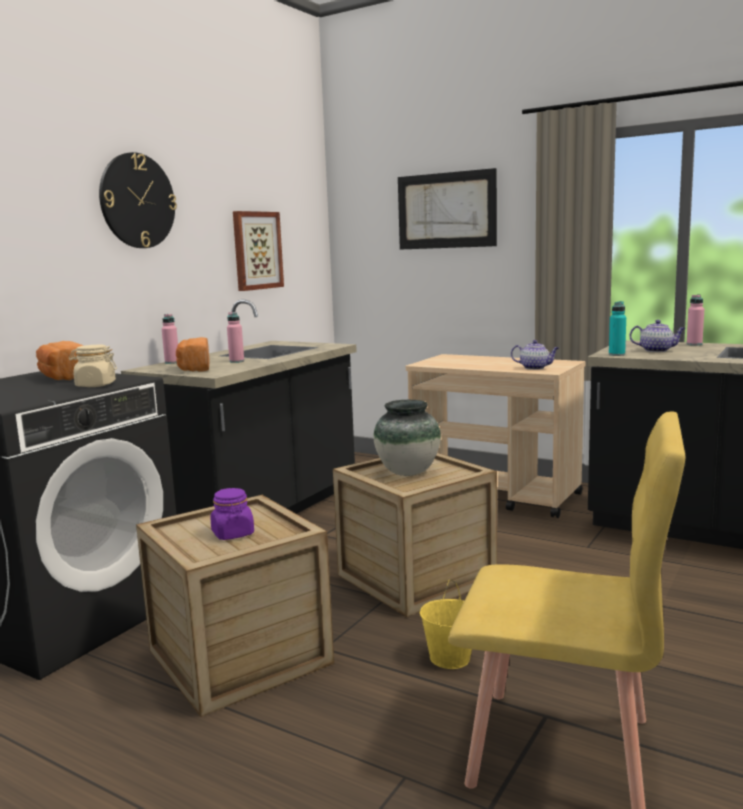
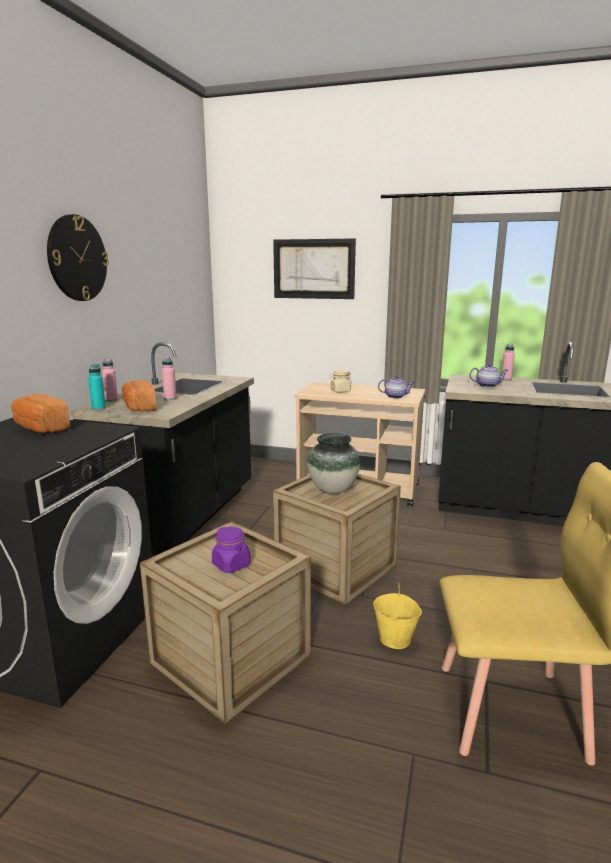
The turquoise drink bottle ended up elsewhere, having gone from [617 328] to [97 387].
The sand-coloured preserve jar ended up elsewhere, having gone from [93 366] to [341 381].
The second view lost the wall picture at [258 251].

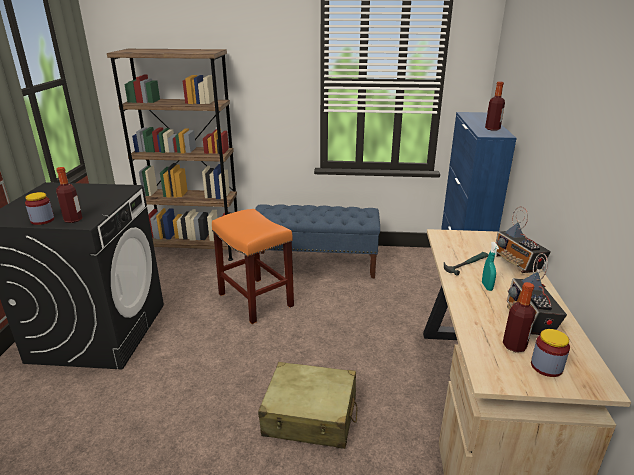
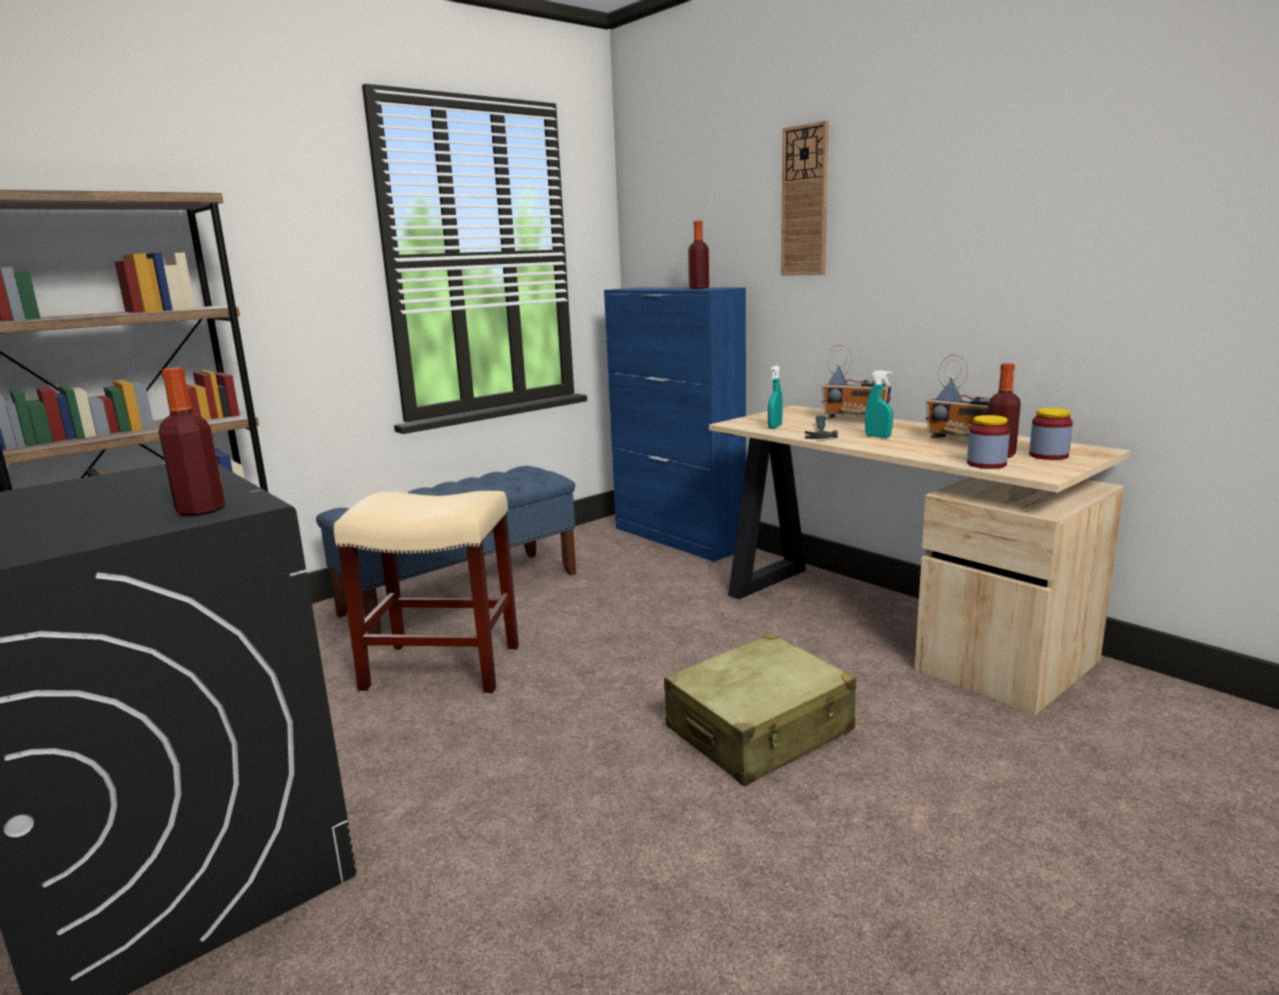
What was the orange-coloured stool at [253 266] turned into the sand-coloured stool at [426 593].
The second view gained the turquoise spray bottle at [775 397].
The second view gained the hanging clock at [805 198].
The preserve jar ended up elsewhere, having gone from [39 208] to [988 442].

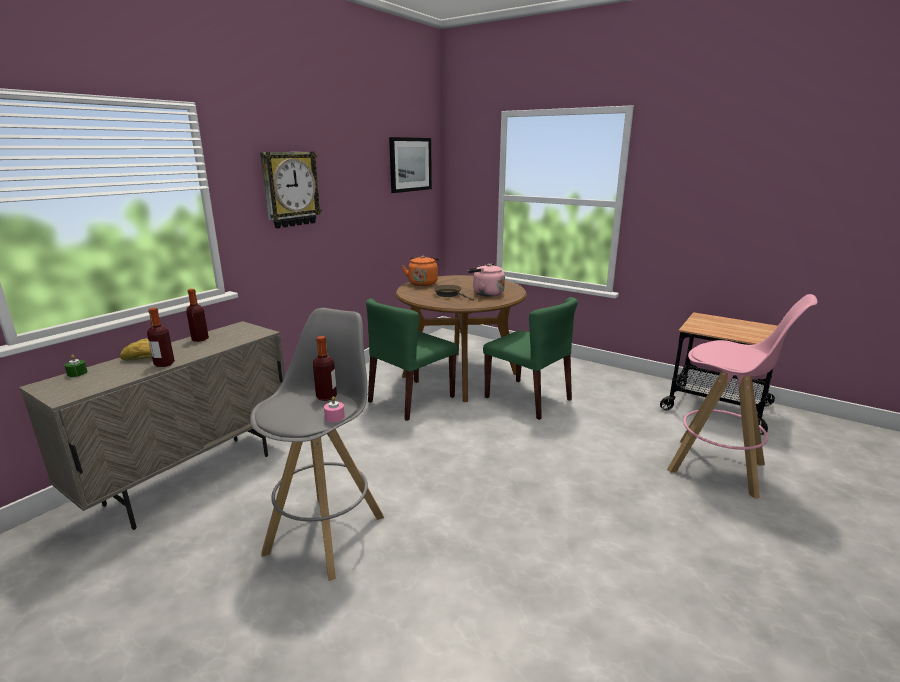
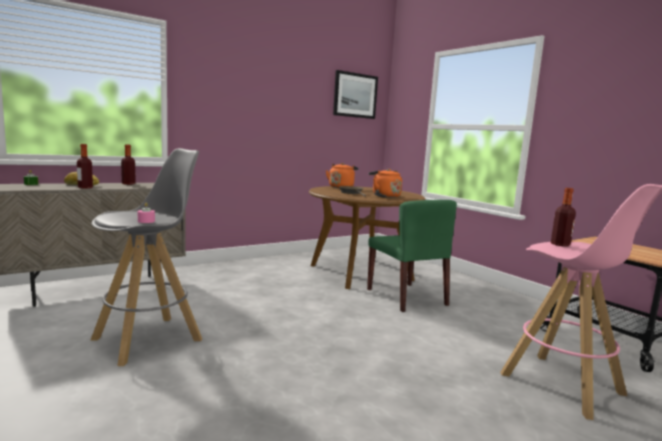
What was the pink-coloured tea kettle at [486 280] turned into the orange-coloured tea kettle at [385 183].
The drink bottle ended up elsewhere, having gone from [325 368] to [563 217].
The second view lost the hanging clock at [291 190].
The second view lost the green-coloured plain chair at [412 360].

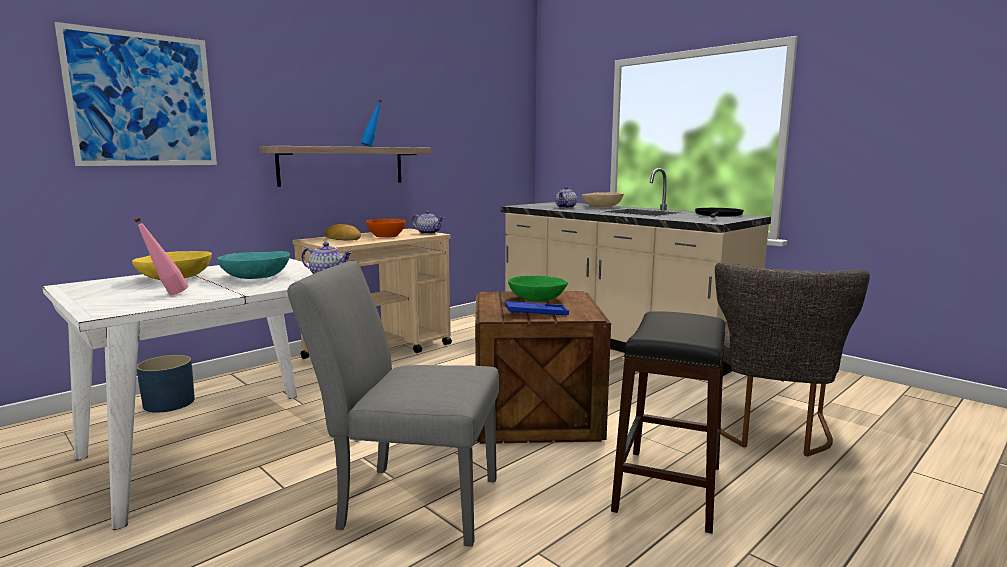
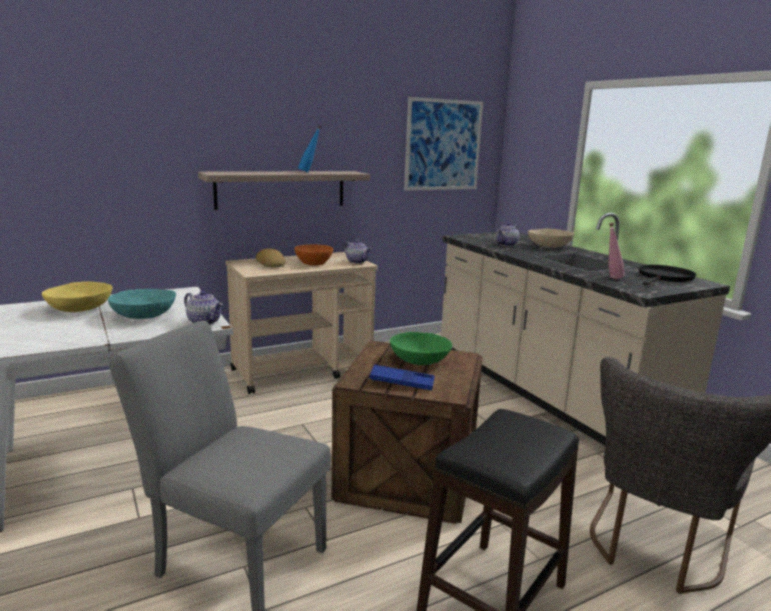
The wall picture ended up elsewhere, having gone from [135 94] to [443 143].
The pink-coloured drink bottle ended up elsewhere, having gone from [161 256] to [617 251].
The second view lost the blue plant pot at [166 384].

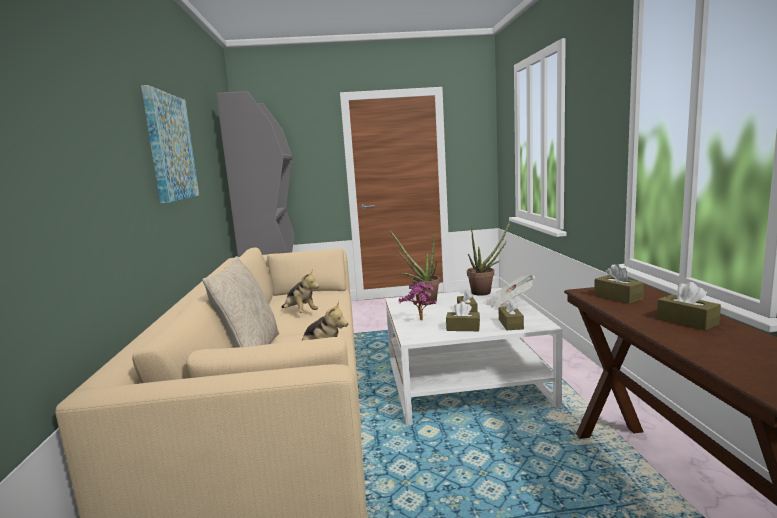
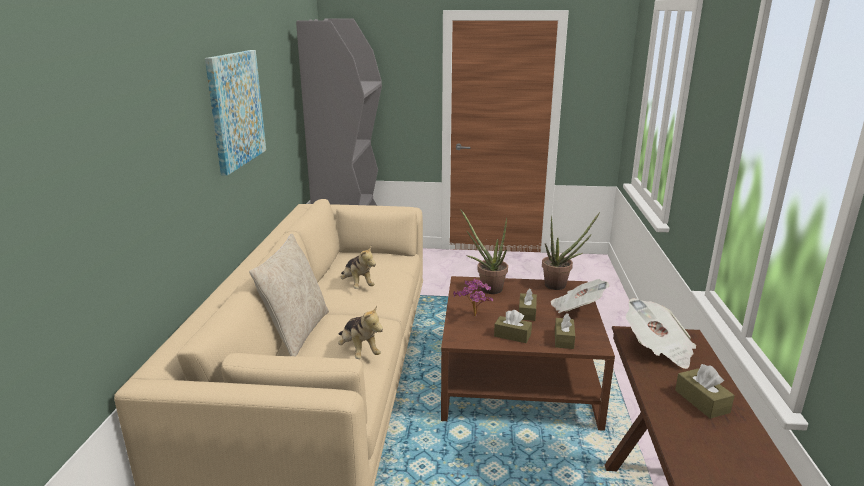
What was the white low table at [474 356] turned into the brown low table at [528 353].
Where the brown tissue box stood at [619 284], the printed paper came to stand at [661 333].

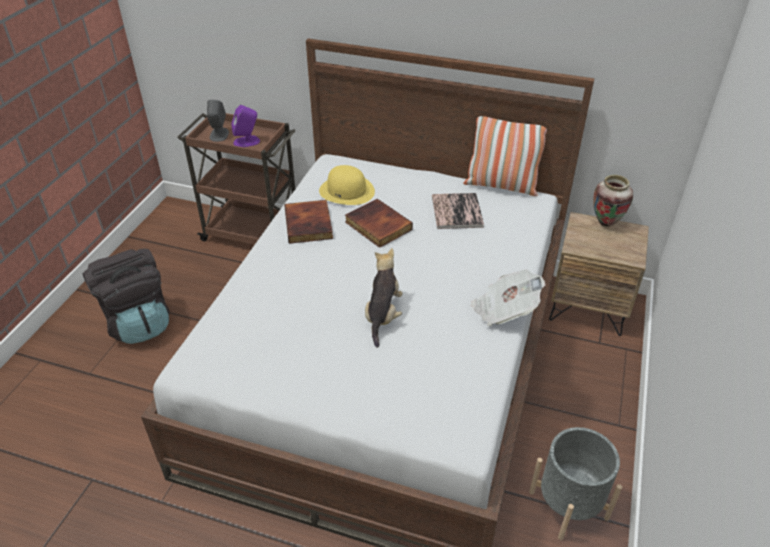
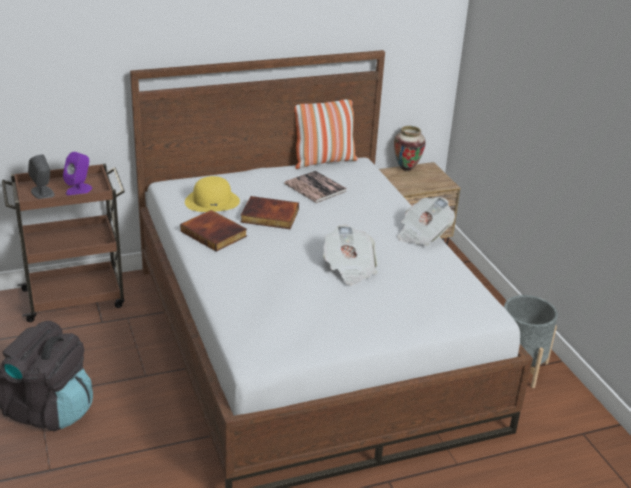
Where the cuddly toy stood at [384 298], the printed paper came to stand at [350 255].

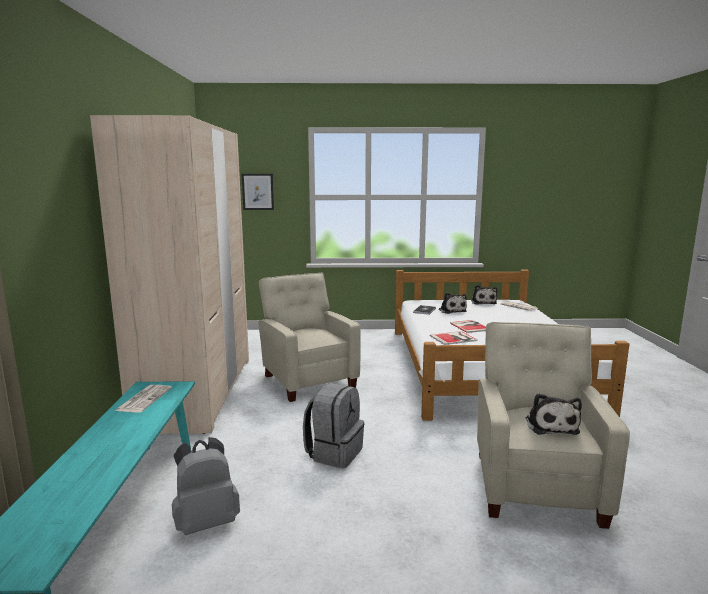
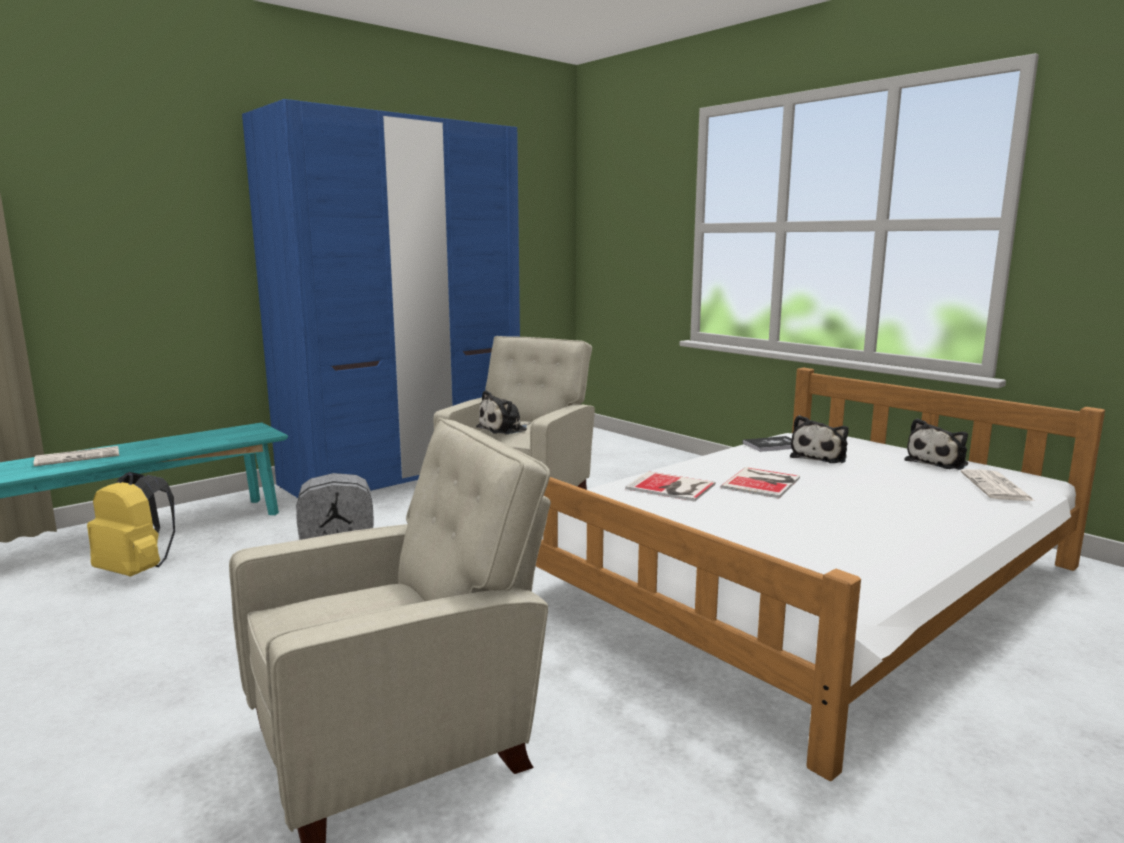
The printed paper ended up elsewhere, having gone from [143 399] to [76 456].
What was the greyish rucksack at [206 486] turned into the yellowish rucksack at [131 524].
What was the sand-coloured wardrobe at [169 274] turned into the blue wardrobe at [381 298].
The cuddly toy ended up elsewhere, having gone from [554 414] to [503 412].
The second view lost the wall picture at [258 192].

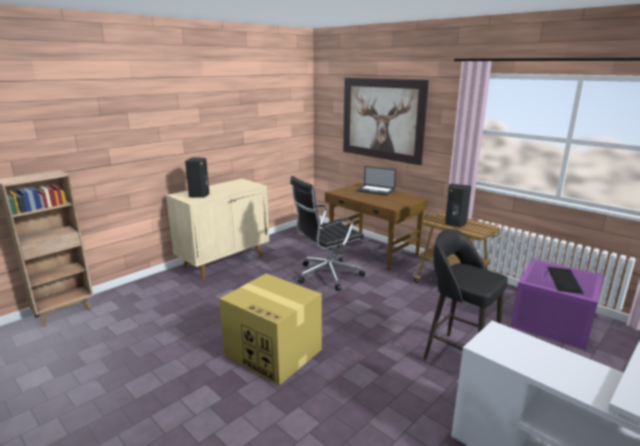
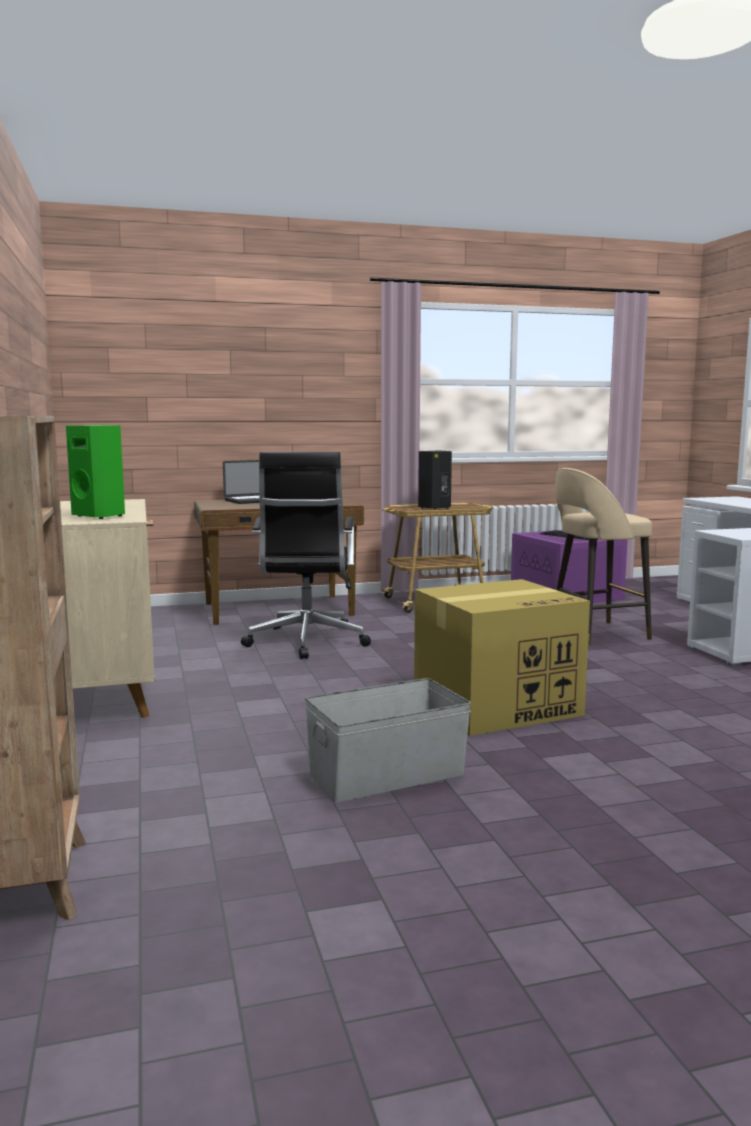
What was the blackish loudspeaker at [197 177] turned into the green-coloured loudspeaker at [95 472].
The second view gained the greyish storage container at [388 740].
What was the blackish stool at [465 294] turned into the sand-coloured stool at [603 557].
The second view lost the wall picture at [386 121].

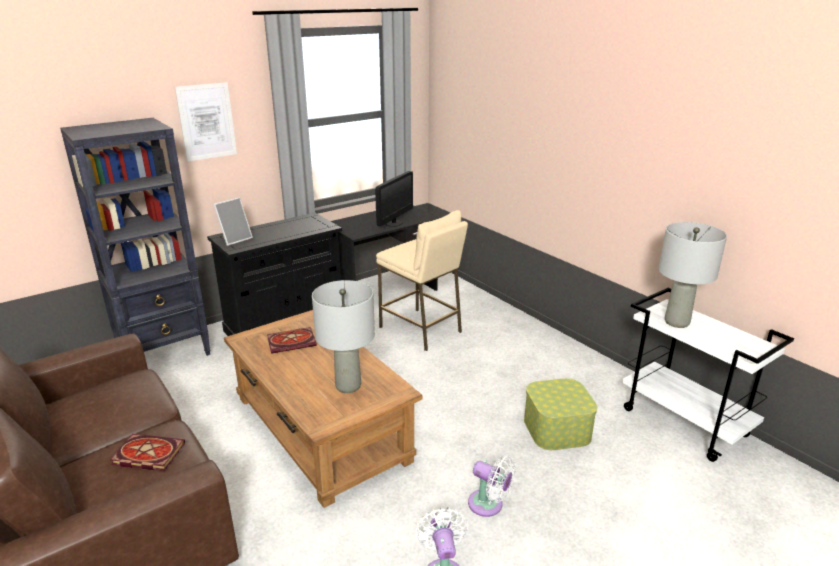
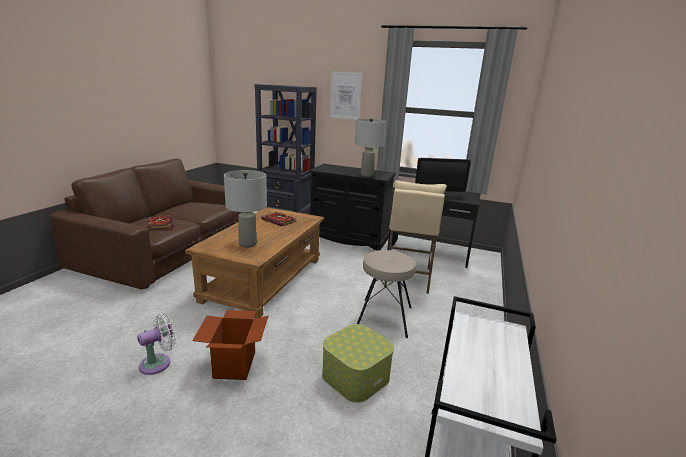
Where the white cooling fan stood at [492 486], the cardboard box came to stand at [230 345].
The greyish tabletop lamp ended up elsewhere, having gone from [692 275] to [370 147].
The second view gained the sand-coloured stool at [386 294].
The second view lost the picture frame at [233 221].

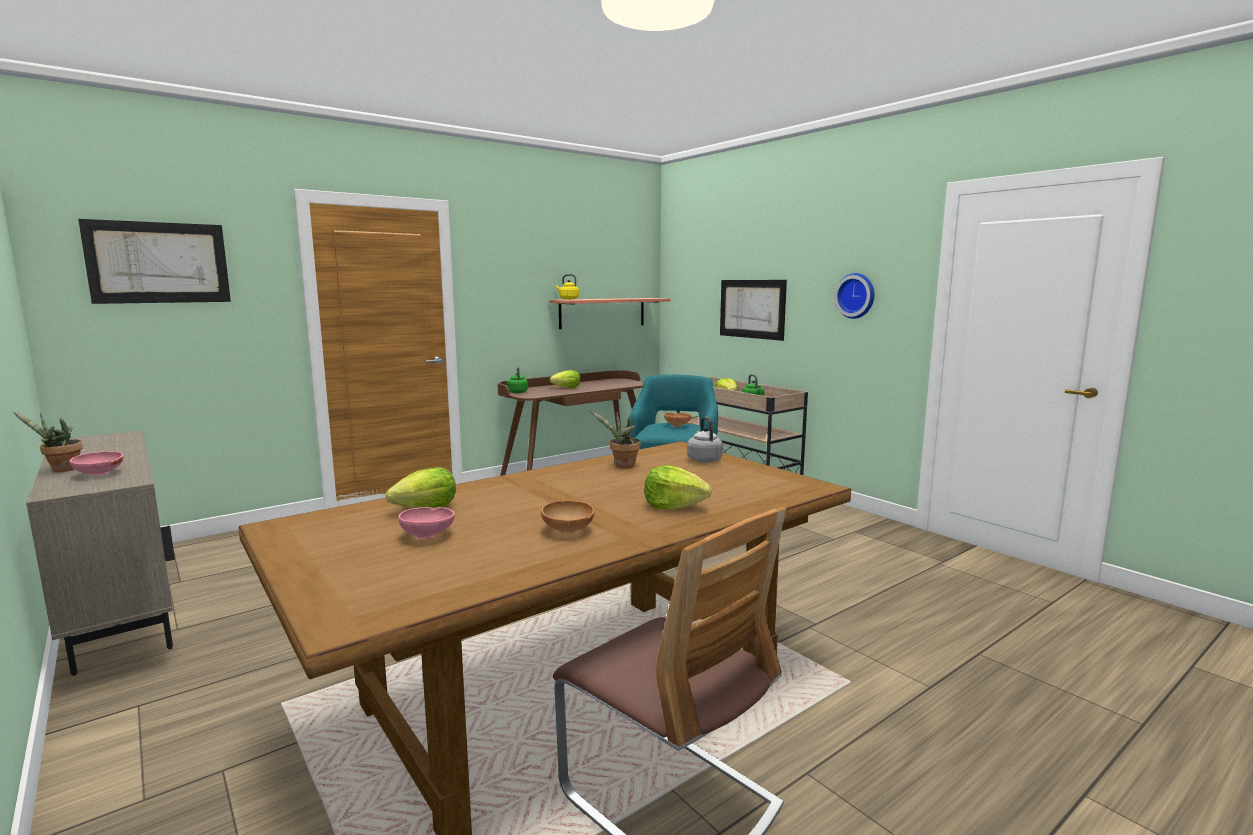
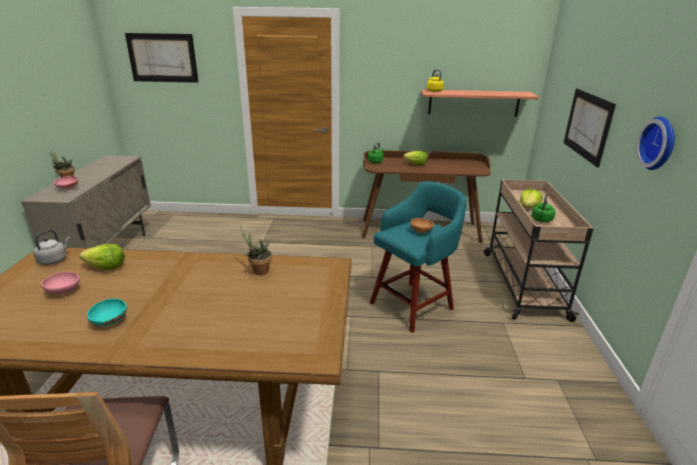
The greyish tea kettle ended up elsewhere, having gone from [705 440] to [51 247].
What was the brown bowl at [568 516] turned into the turquoise bowl at [107 312].
The second view lost the lettuce head at [678 487].

